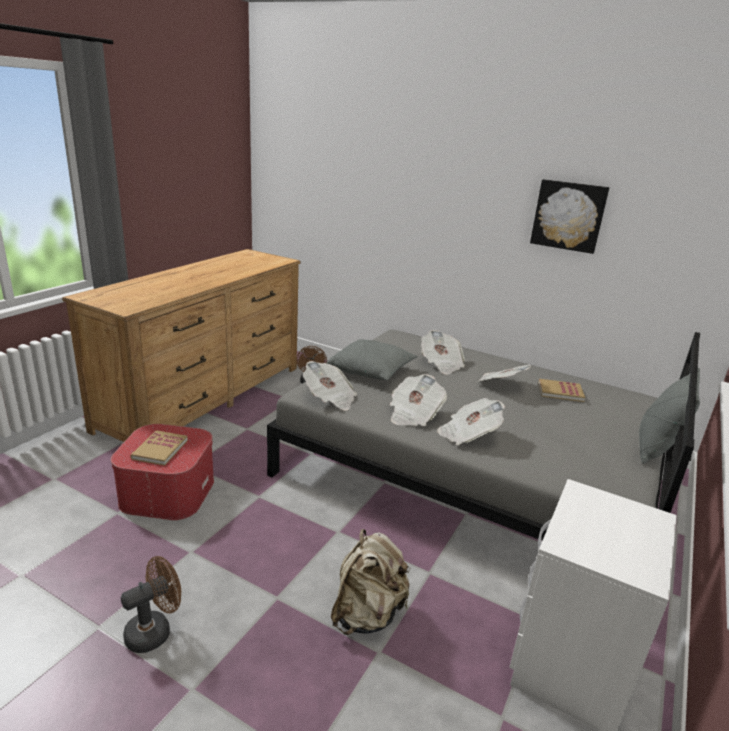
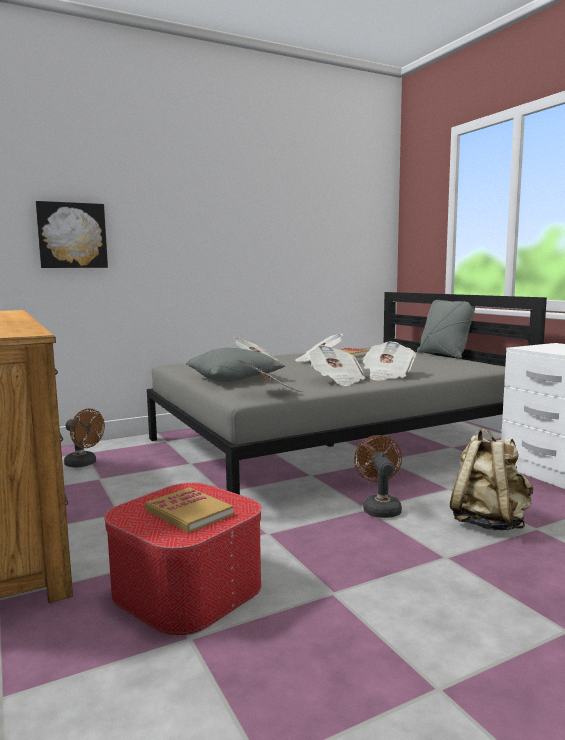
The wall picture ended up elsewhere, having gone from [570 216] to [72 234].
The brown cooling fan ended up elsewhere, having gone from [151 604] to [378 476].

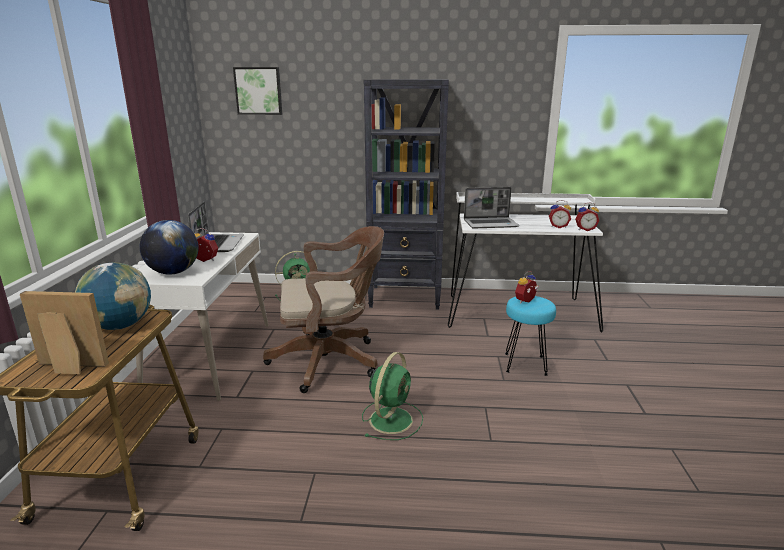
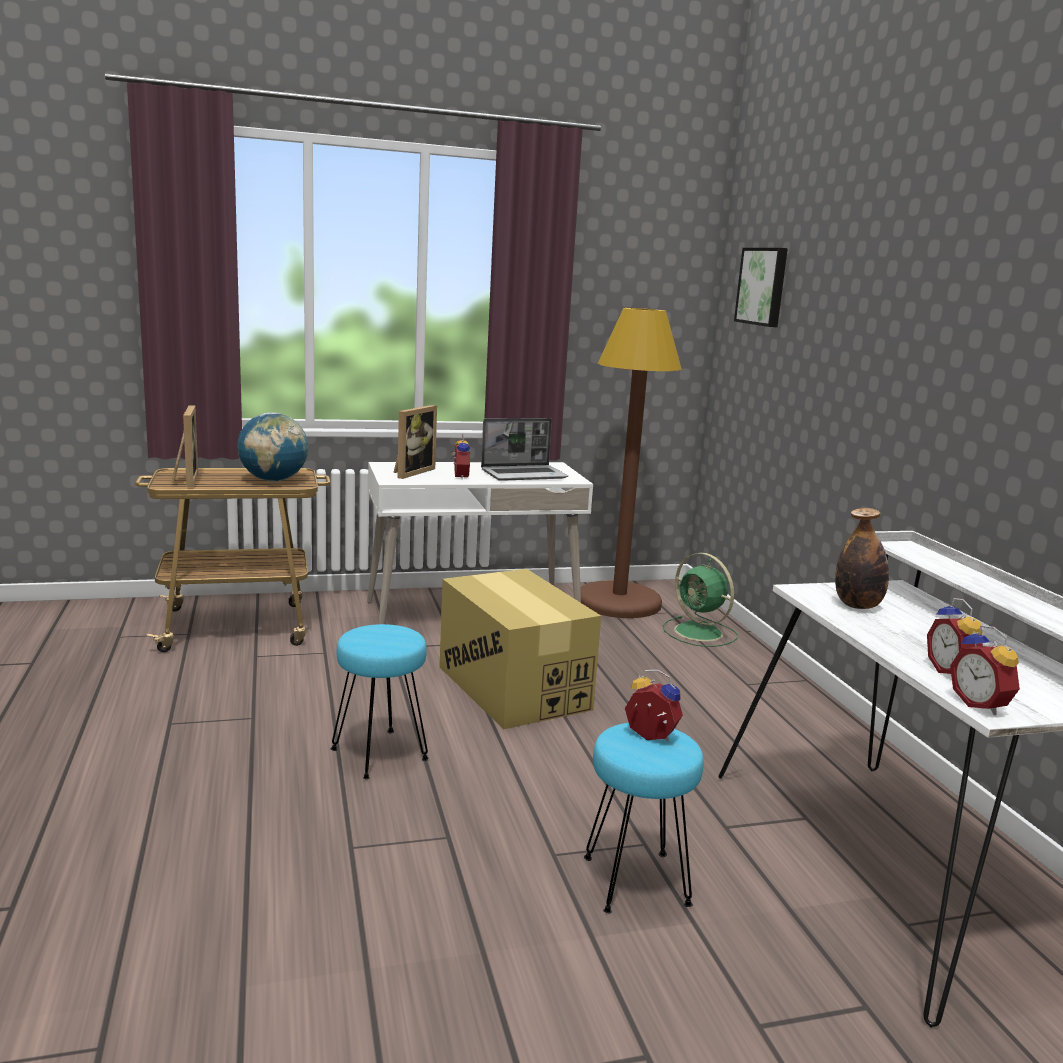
Where the green-coloured cooling fan stood at [392 396], the turquoise stool came to stand at [380 701].
Where the world globe stood at [169 247], the picture frame came to stand at [415 442].
Where the brown office chair stood at [323 309], the cardboard box came to stand at [520 649].
The second view gained the brown standard lamp at [631 463].
Where the notebook computer stood at [491 207], the drink bottle came to stand at [862 558].
The second view lost the blackish bookcase at [406 194].

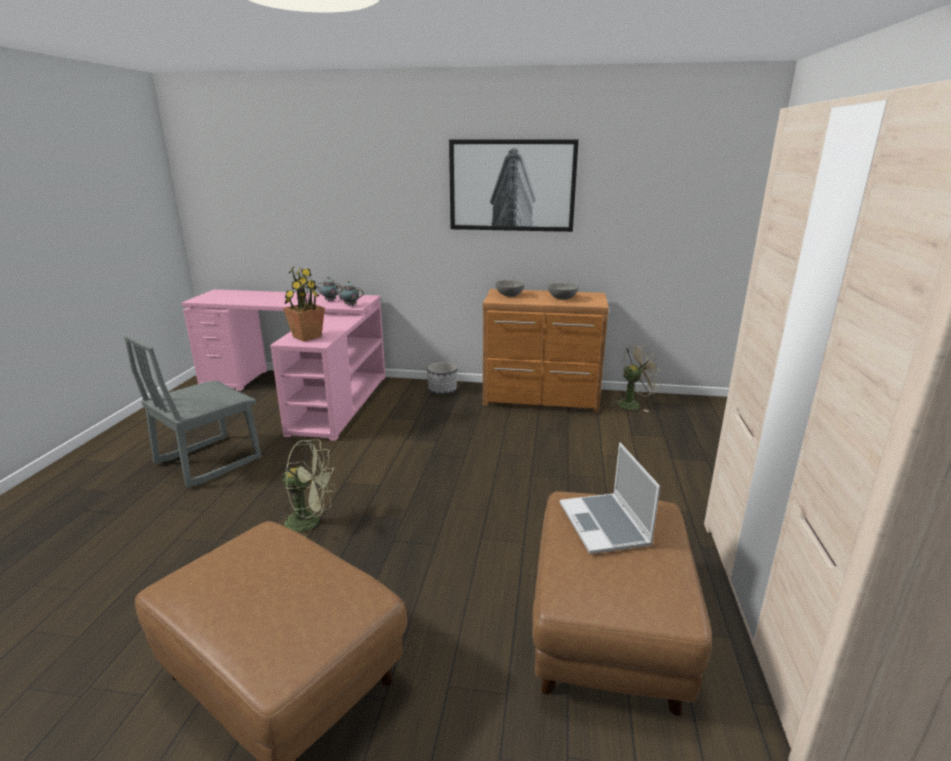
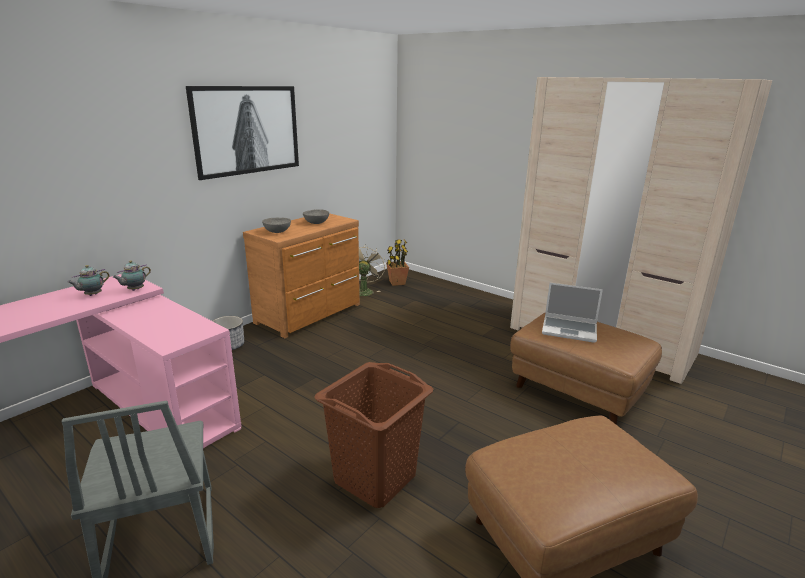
Where the green-coloured cooling fan stood at [308 488], the brown laundry basket came to stand at [373 435].
The plant in a pot ended up elsewhere, having gone from [304 304] to [397 262].

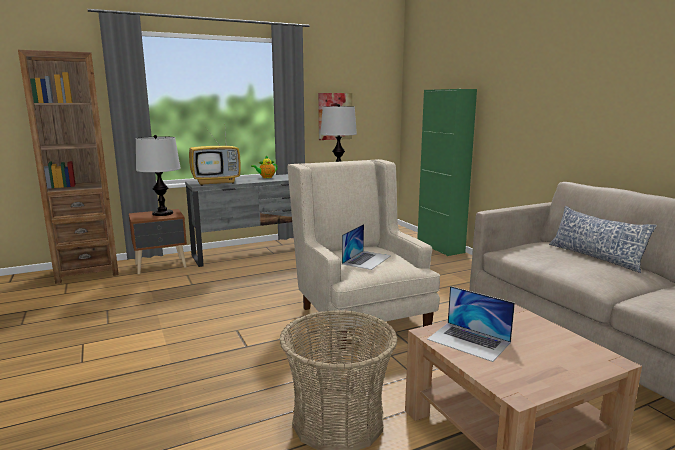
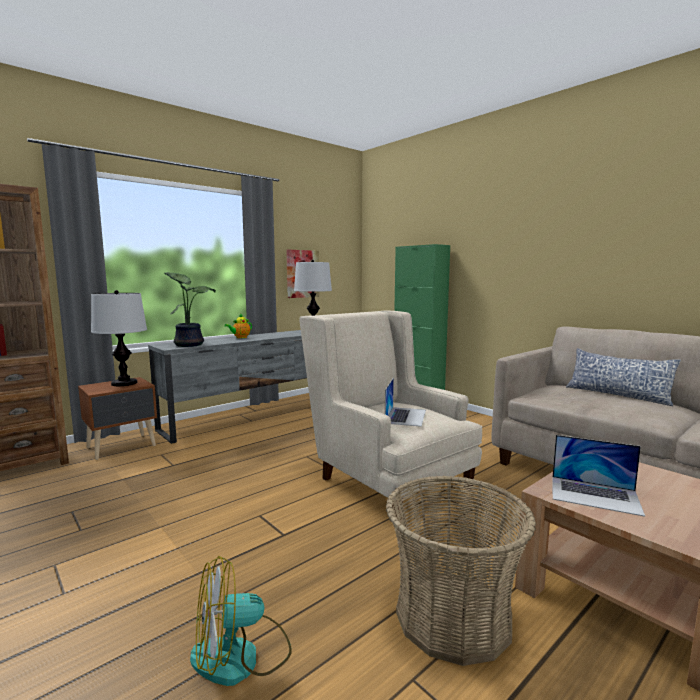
Where the television stood at [215 157], the plant in a pot came to stand at [190 309].
The second view gained the cooling fan at [240 621].

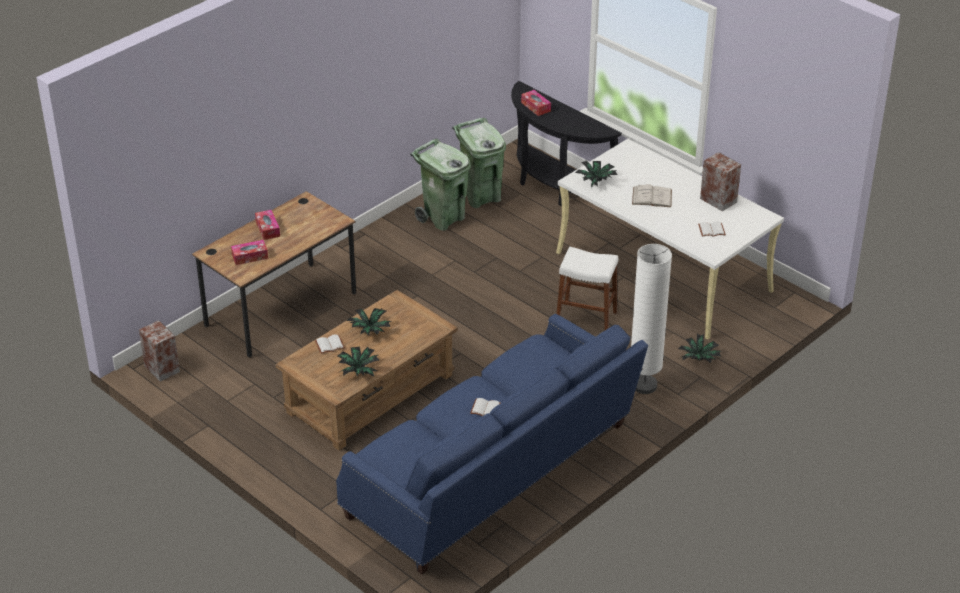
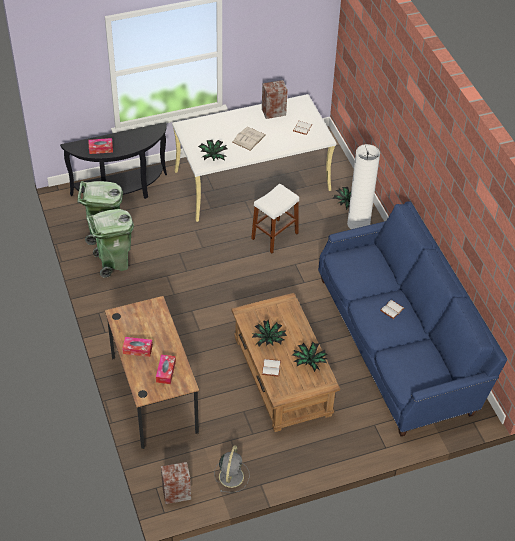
The second view gained the greyish cooling fan at [231 469].

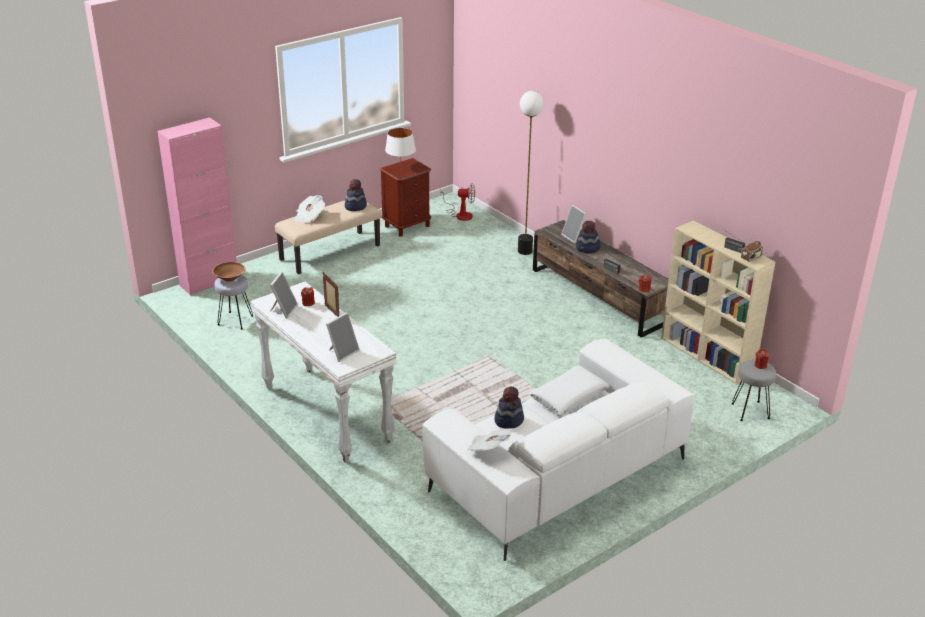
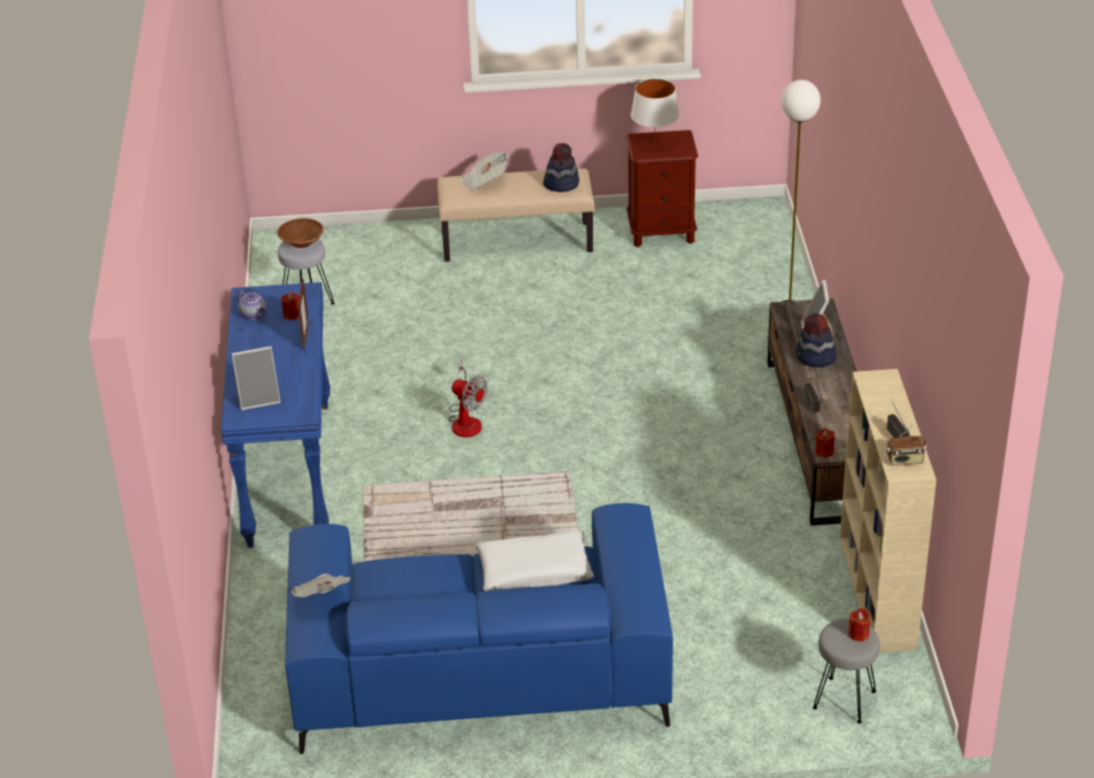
What was the white narrow table at [323 372] turned into the blue narrow table at [275 415].
Where the picture frame stood at [284 295], the pot for tea came to stand at [252 305].
What was the white sofa at [558 450] turned into the blue sofa at [479 629].
The cooling fan ended up elsewhere, having gone from [458 202] to [468 399].
The second view lost the pink-coloured cabinet at [197 206].
The second view lost the wearable hat at [509 407].

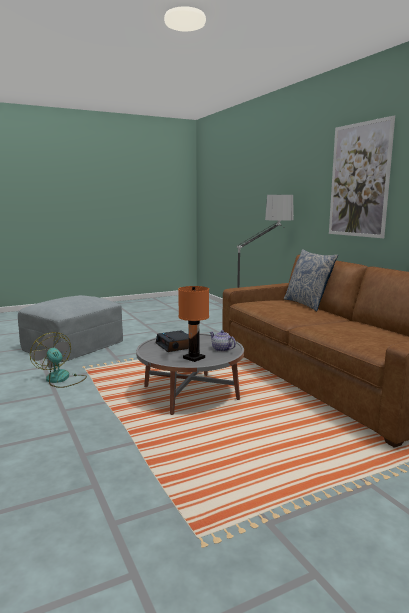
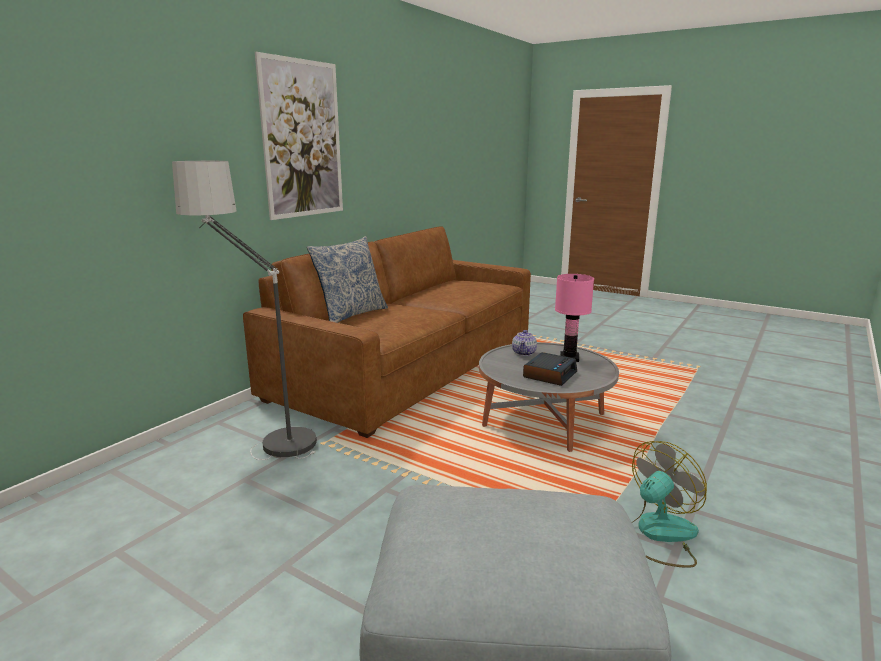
What was the orange-coloured tabletop lamp at [193 324] turned into the pink-coloured tabletop lamp at [574 318].
The cooling fan at [58 360] ended up facing another way, 150 degrees counterclockwise from before.

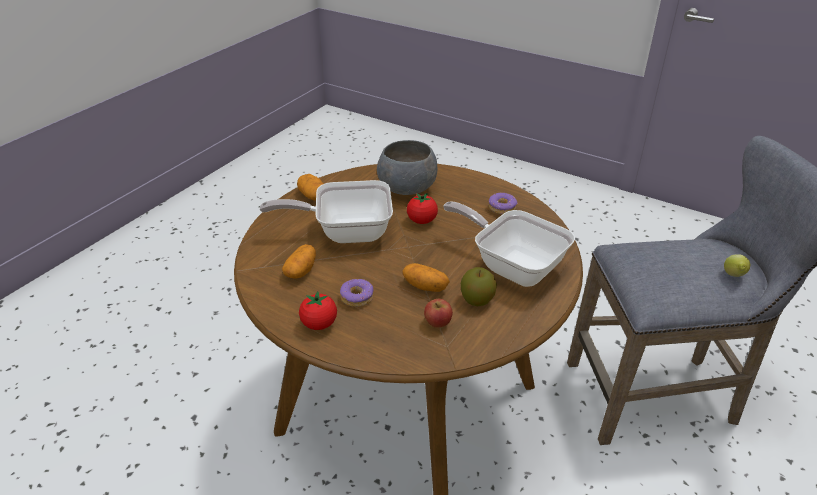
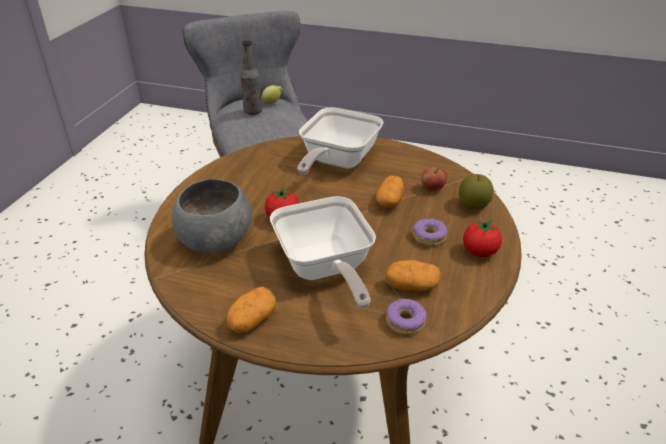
The second view gained the drink bottle at [251 78].
The donut ended up elsewhere, having gone from [503 203] to [406 317].
The whole apple ended up elsewhere, having gone from [479 286] to [476 192].

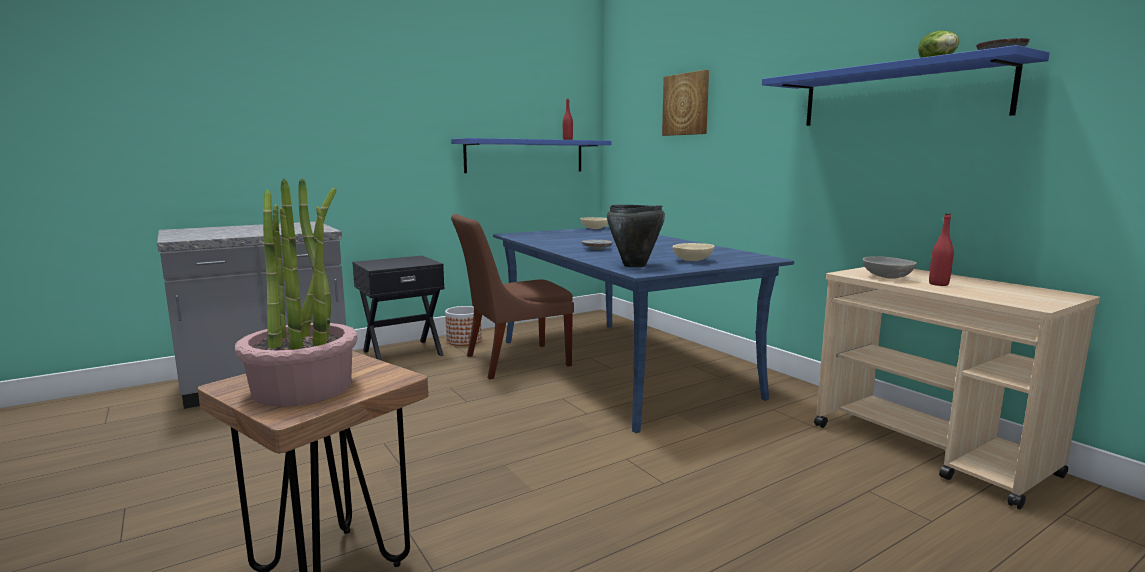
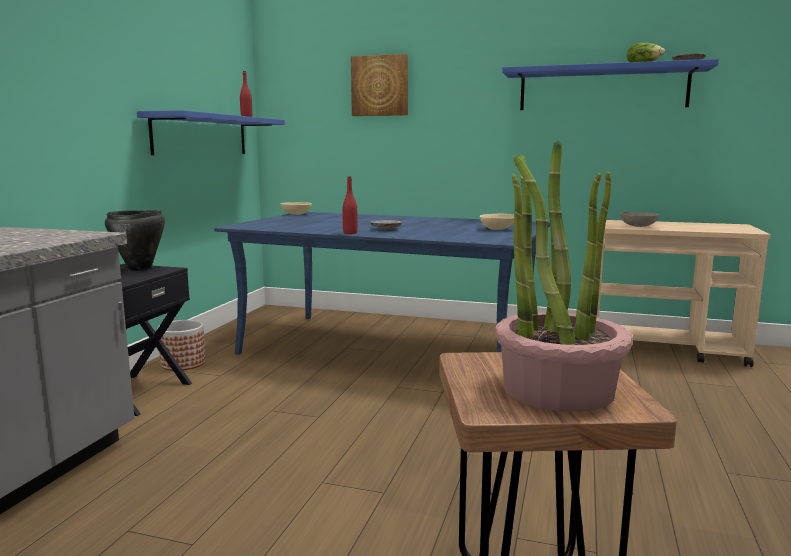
The blackish stockpot ended up elsewhere, having gone from [636 236] to [135 240].
The reddish drink bottle ended up elsewhere, having gone from [941 249] to [350 205].
The second view lost the brown plain chair at [512 296].

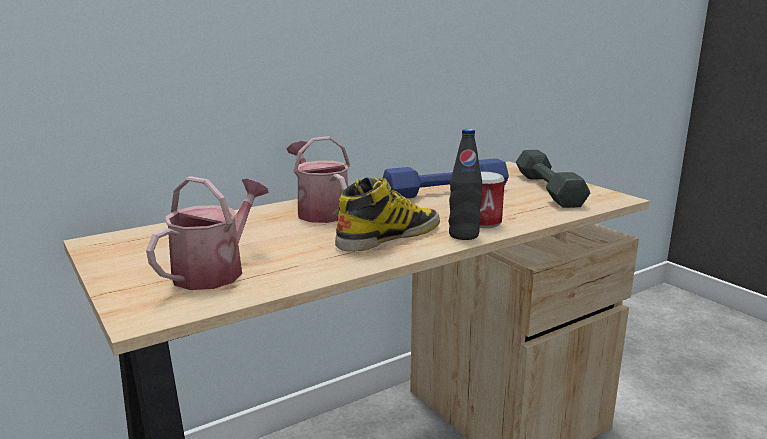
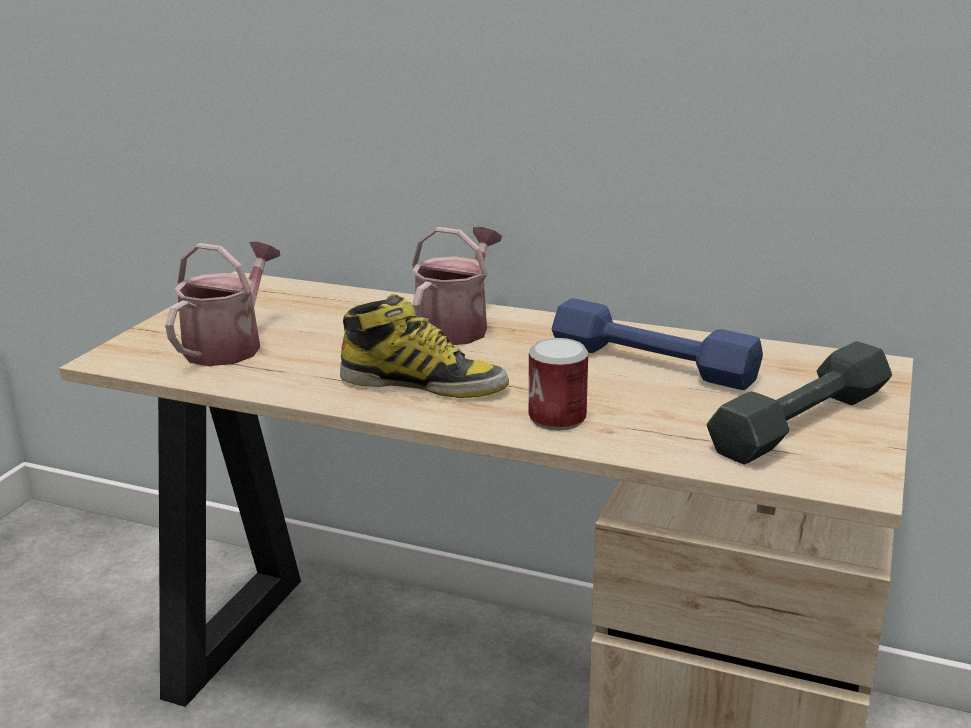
The watering pot at [207 233] ended up facing another way, 60 degrees counterclockwise from before.
The second view lost the blackish drink bottle at [465 184].

